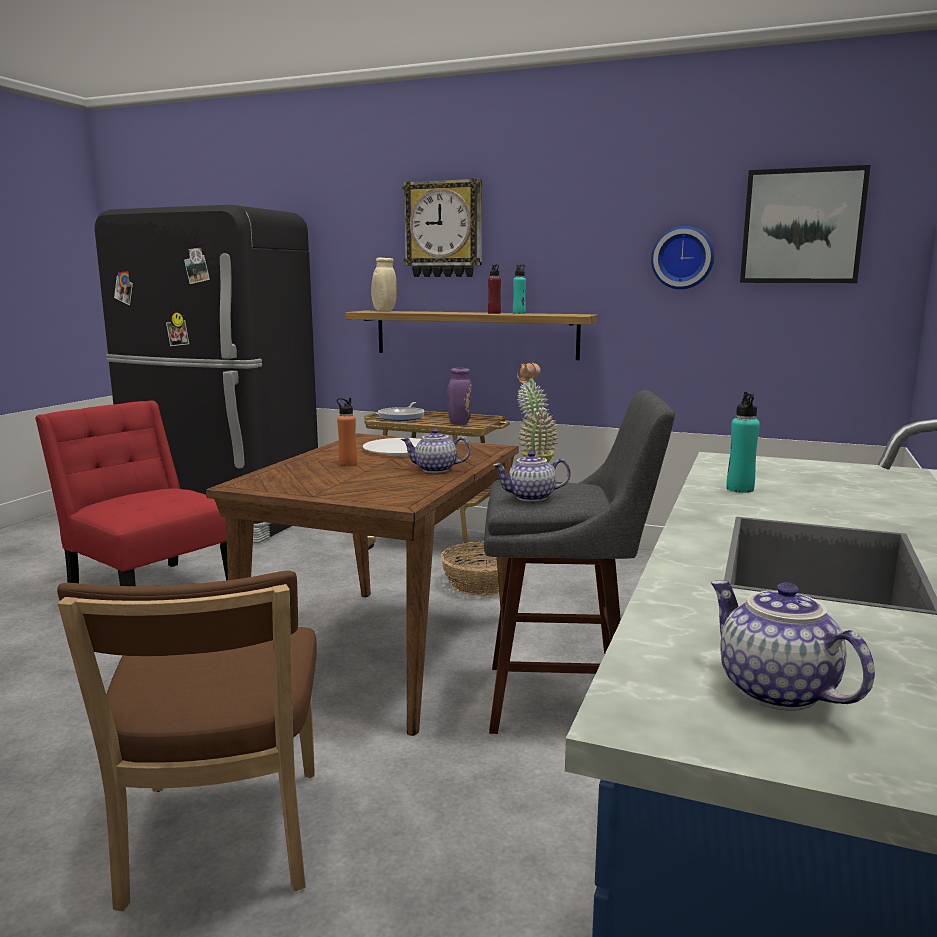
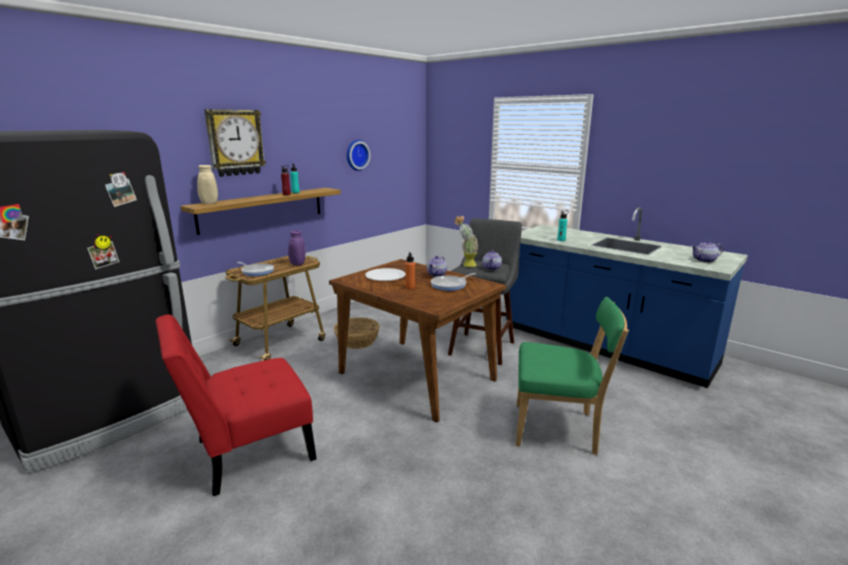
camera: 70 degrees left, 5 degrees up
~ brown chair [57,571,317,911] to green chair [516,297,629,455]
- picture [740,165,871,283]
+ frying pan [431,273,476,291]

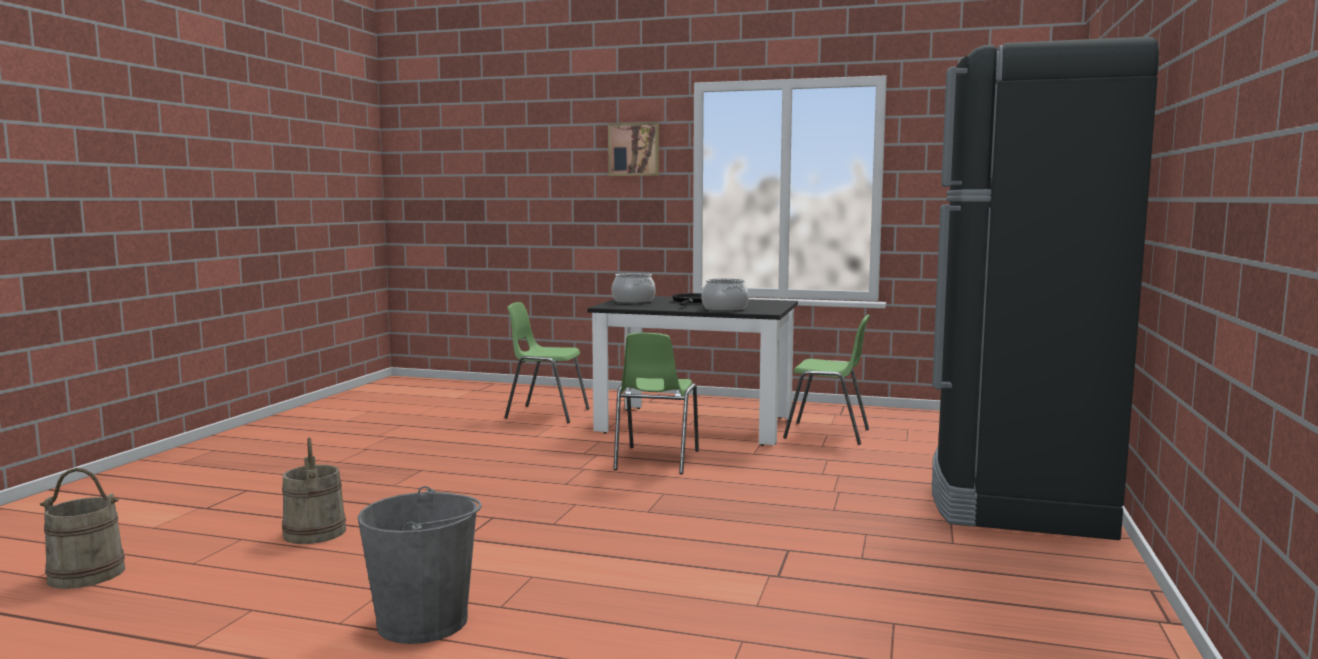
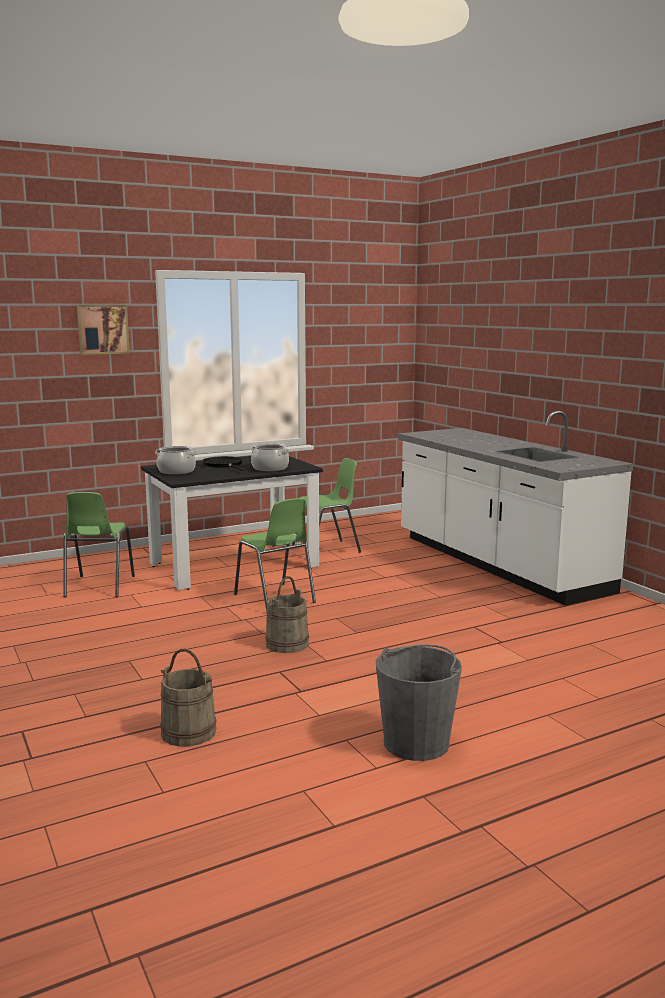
camera: 45 degrees left, 5 degrees up
~ beige bucket [40,468,125,589] to [265,576,309,653]
~ green chair [504,302,590,423] = [63,492,135,597] 60 degrees counterclockwise
~ black fridge [932,36,1159,540] to white counter [398,411,633,606]

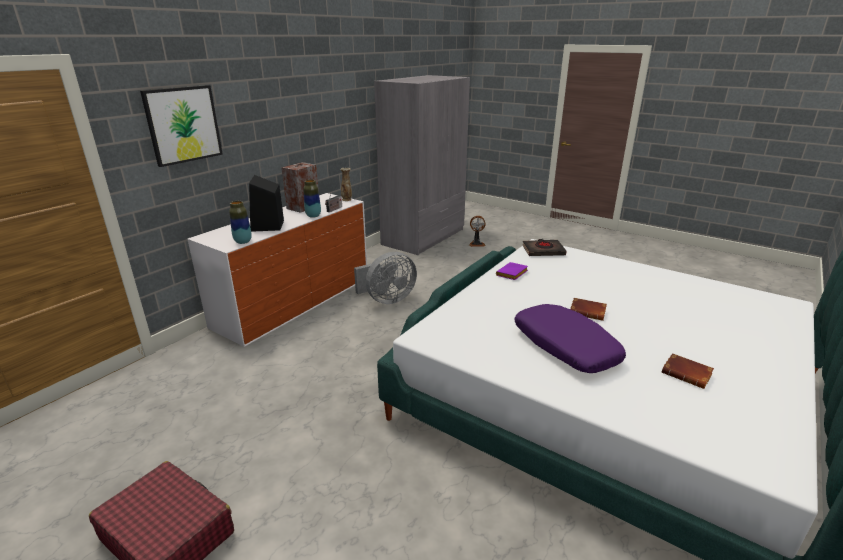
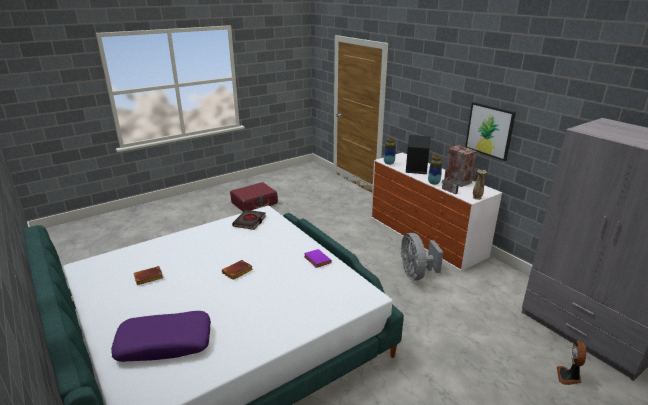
camera: 110 degrees right, 0 degrees up
~ picture [140,85,223,167] to [465,102,516,161]
~ purple pillow [515,304,626,373] to [111,311,211,362]
~ black book [523,239,566,256] to [232,210,266,230]

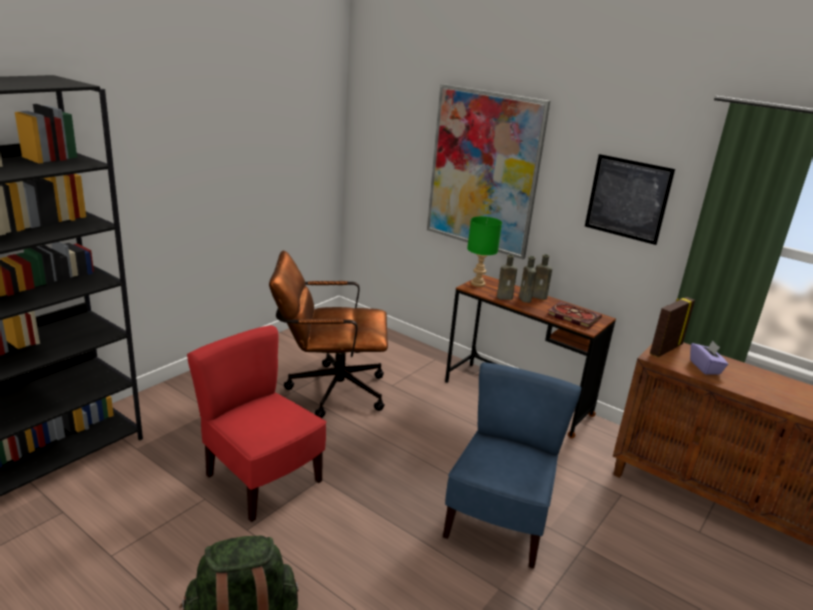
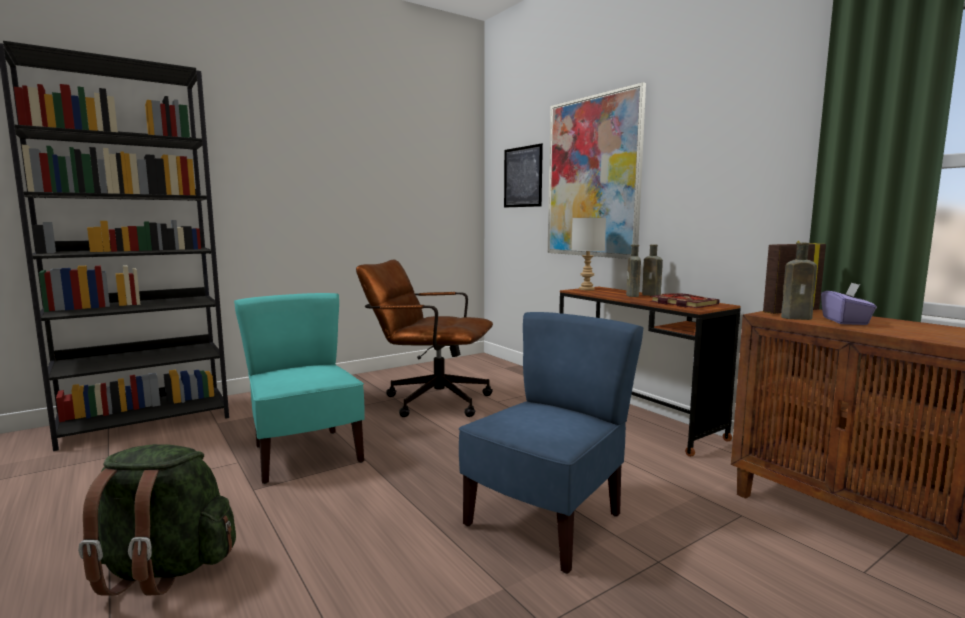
camera: 20 degrees right, 15 degrees down
~ red chair [187,325,327,522] to turquoise chair [234,293,365,484]
~ green table lamp [467,216,502,287] to grey table lamp [572,218,606,290]
~ brown bottle [497,254,517,300] to [781,242,817,320]
~ picture [585,154,675,245] to [504,143,543,208]

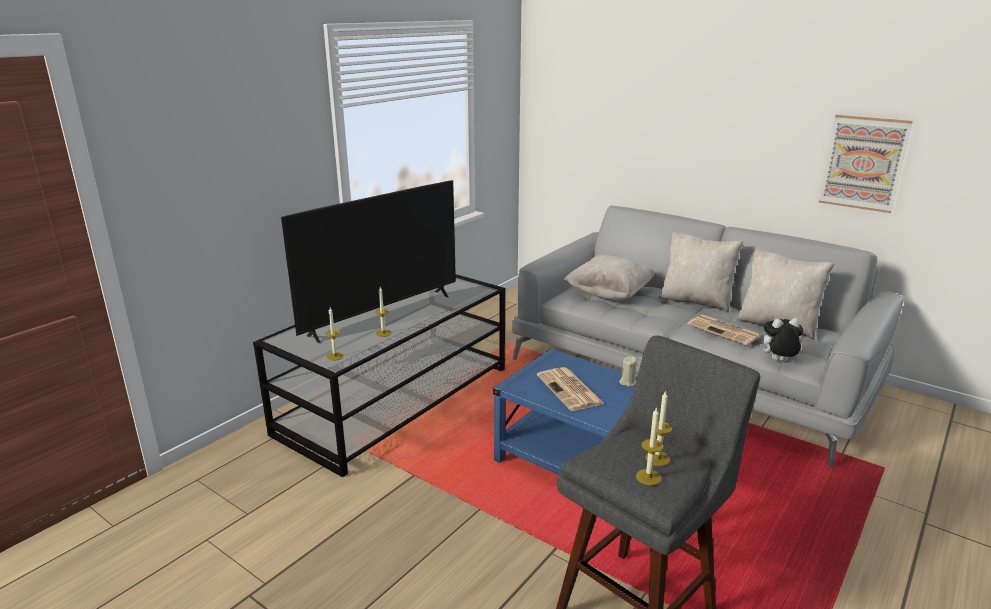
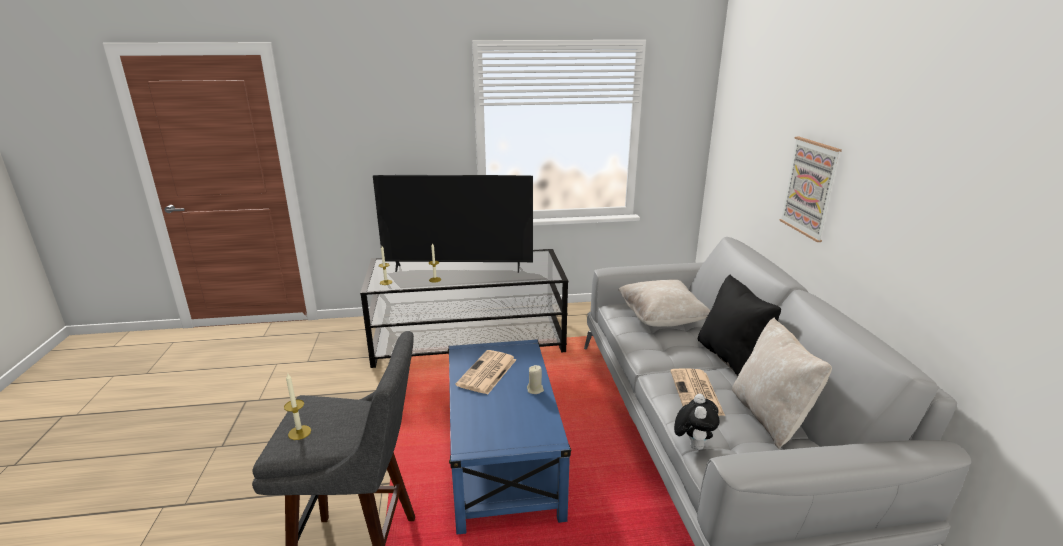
camera: 45 degrees right, 0 degrees up
- candle [646,390,672,466]
~ beige pillow [659,231,743,313] to black pillow [698,275,781,377]
~ plush toy [758,318,803,361] = [674,394,720,450] 60 degrees clockwise
~ picture [819,115,913,213] to [779,137,842,242]

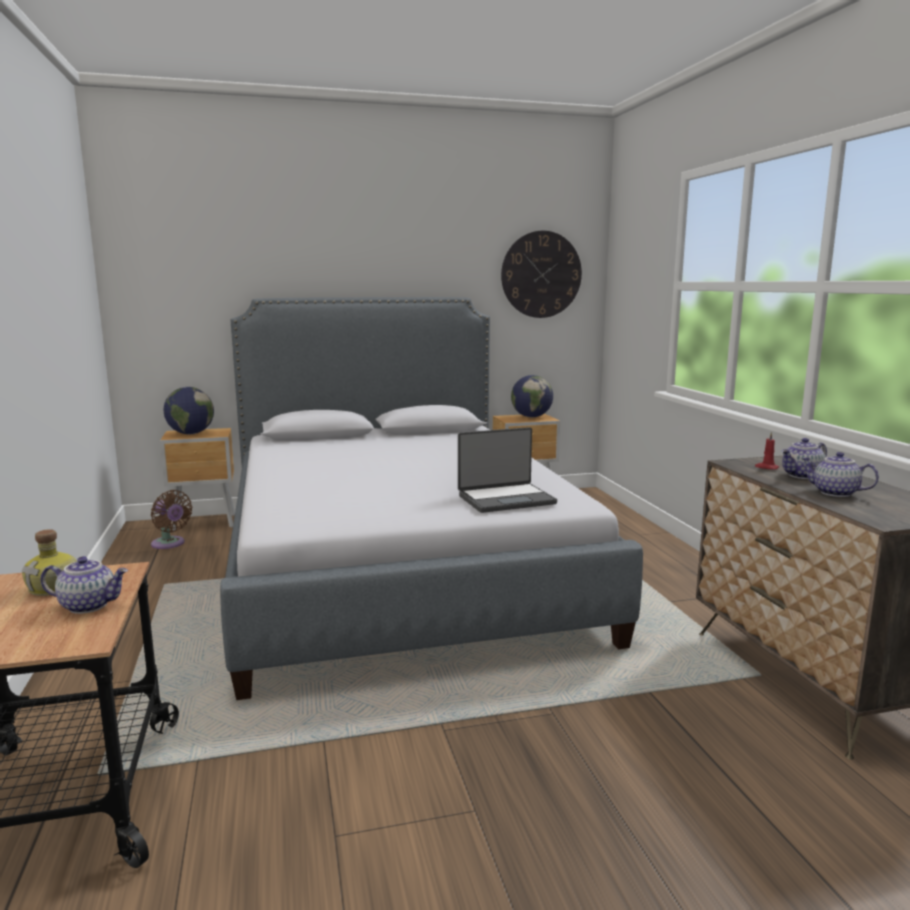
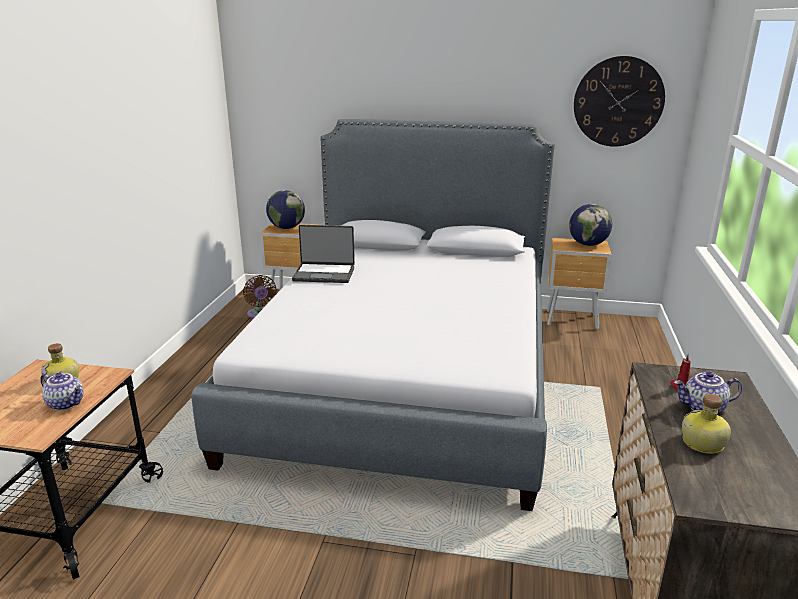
camera: 25 degrees right, 10 degrees up
~ laptop [458,427,557,513] to [292,225,355,283]
~ teapot [801,452,879,497] to bottle [682,394,731,454]

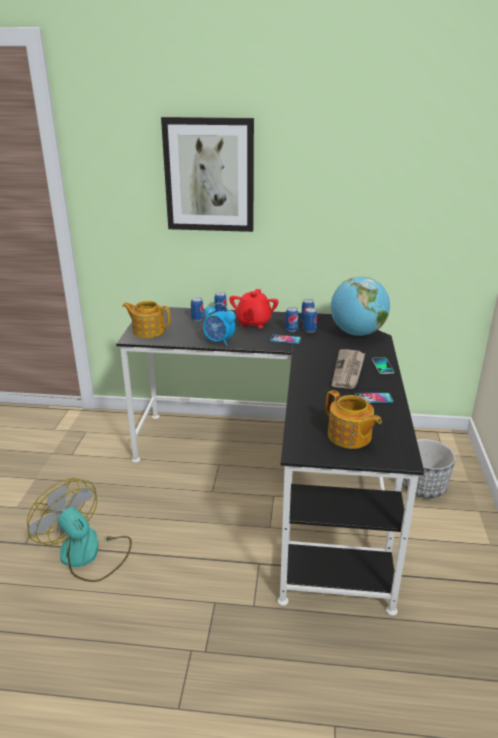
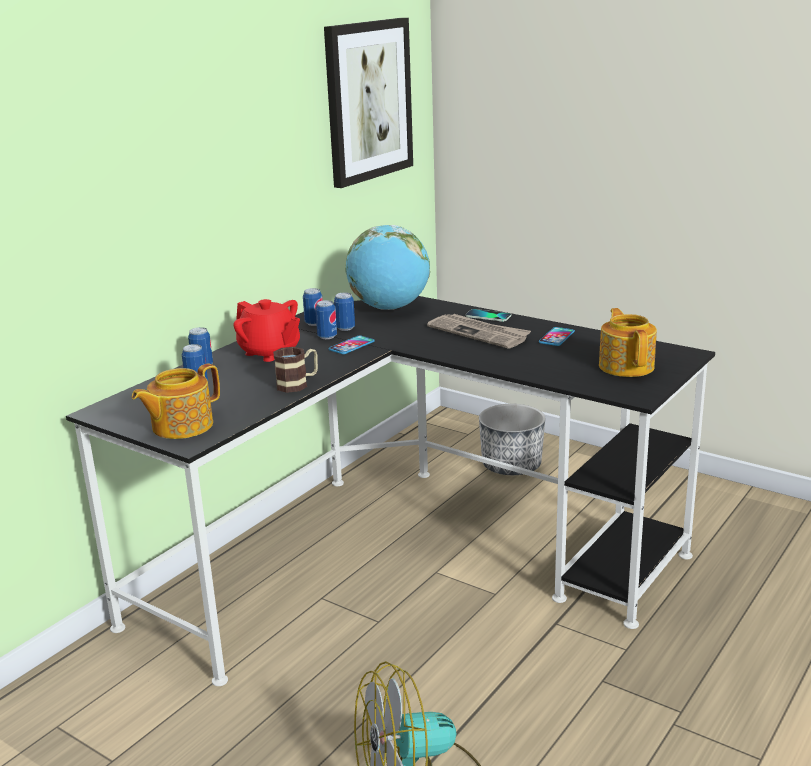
camera: 60 degrees left, 5 degrees down
~ picture [161,117,254,232] to [324,18,413,188]
~ alarm clock [203,303,236,346] to mug [273,347,318,393]
~ teapot [326,390,382,449] = [599,308,657,377] 90 degrees counterclockwise

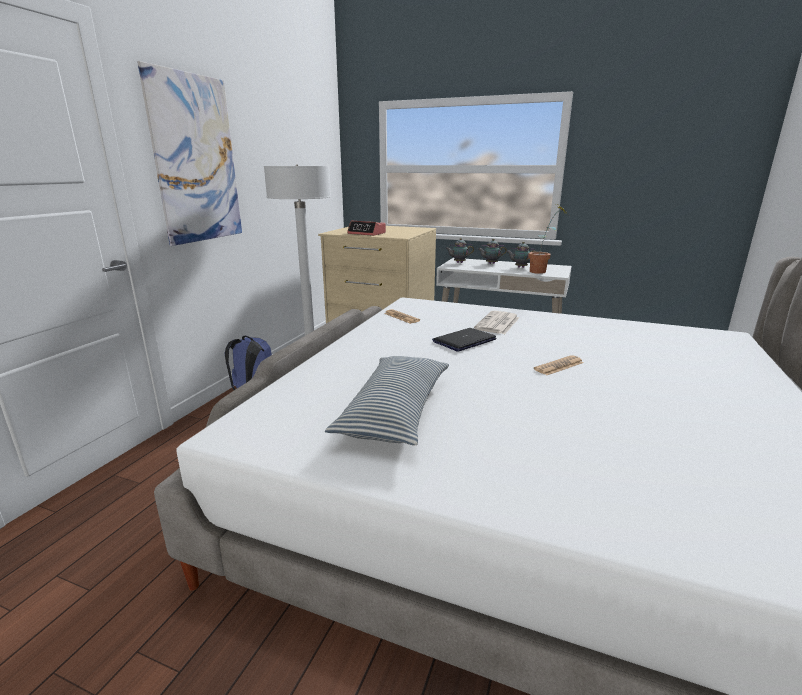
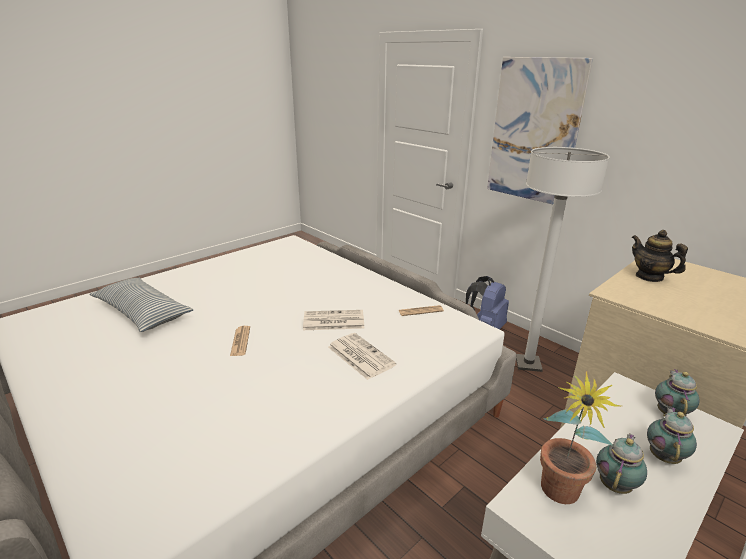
camera: 115 degrees right, 5 degrees up
~ pillow [325,356,449,446] to [89,278,194,332]
~ alarm clock [347,221,386,236] to teapot [632,230,688,282]
~ laptop [432,328,497,352] to newspaper [303,310,364,330]

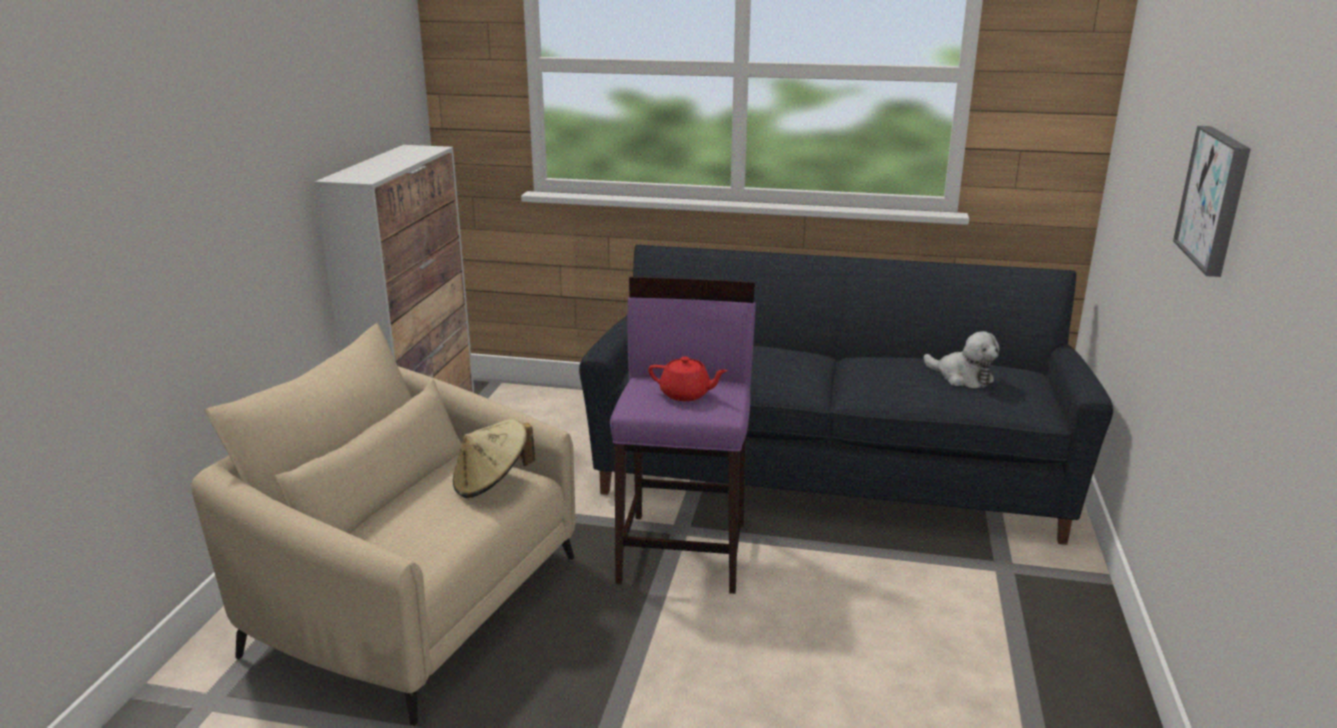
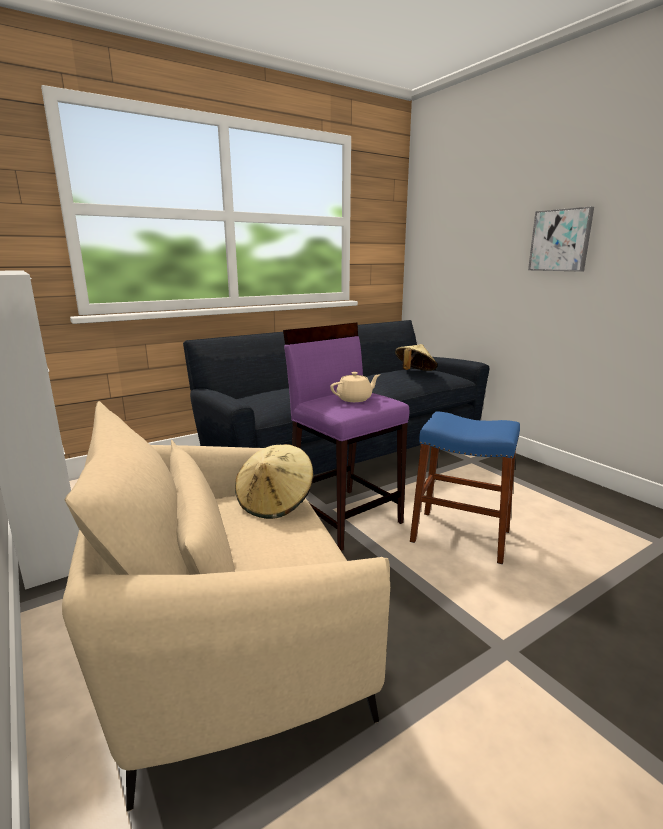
camera: 45 degrees left, 5 degrees down
~ red teapot [648,357,728,401] to beige teapot [330,372,380,402]
~ plush toy [924,331,1000,388] to beige hat [395,344,438,371]
+ blue stool [410,412,520,564]

